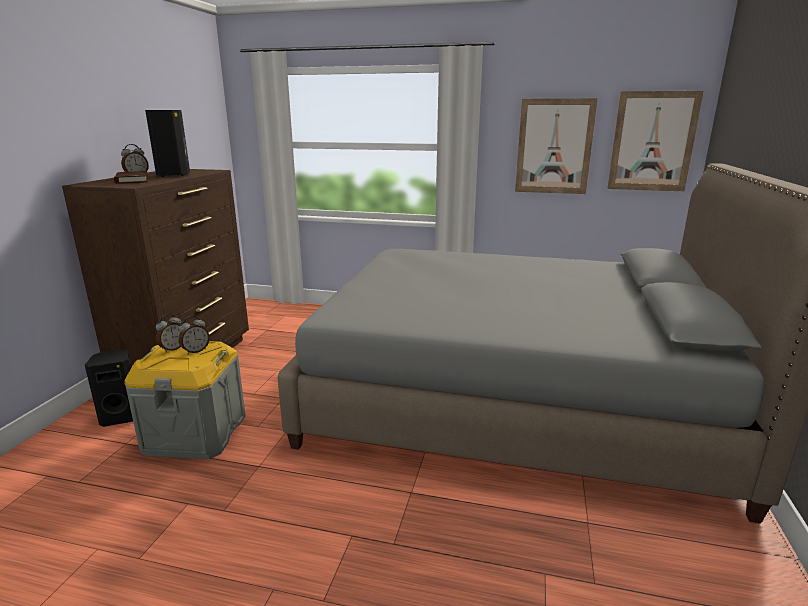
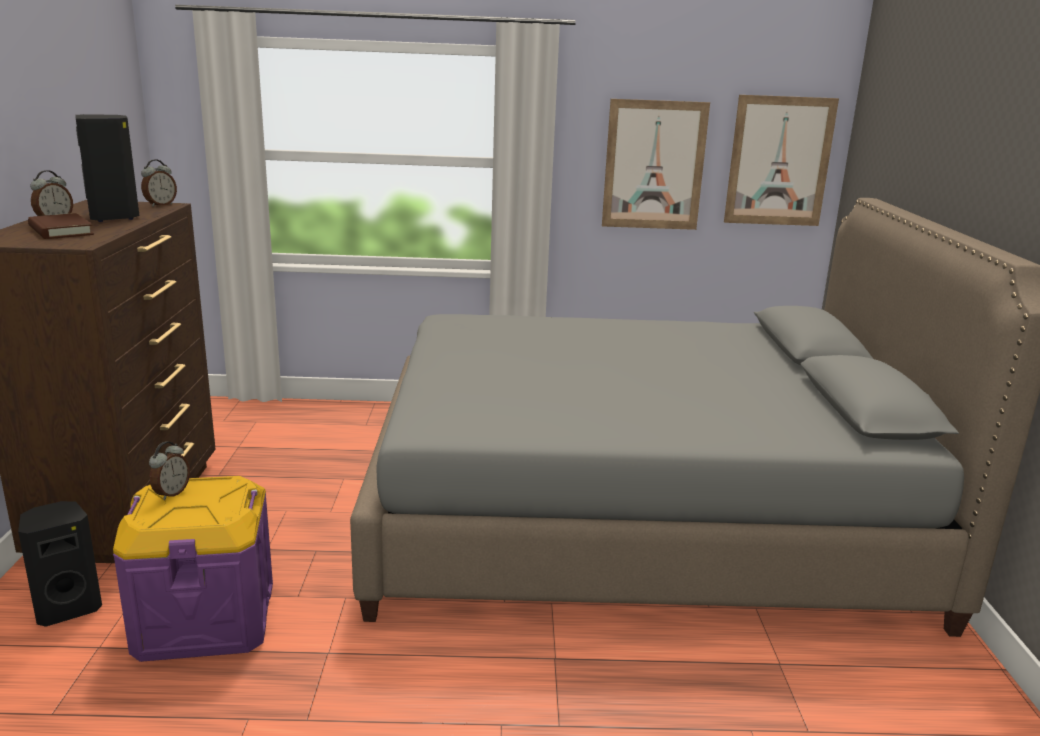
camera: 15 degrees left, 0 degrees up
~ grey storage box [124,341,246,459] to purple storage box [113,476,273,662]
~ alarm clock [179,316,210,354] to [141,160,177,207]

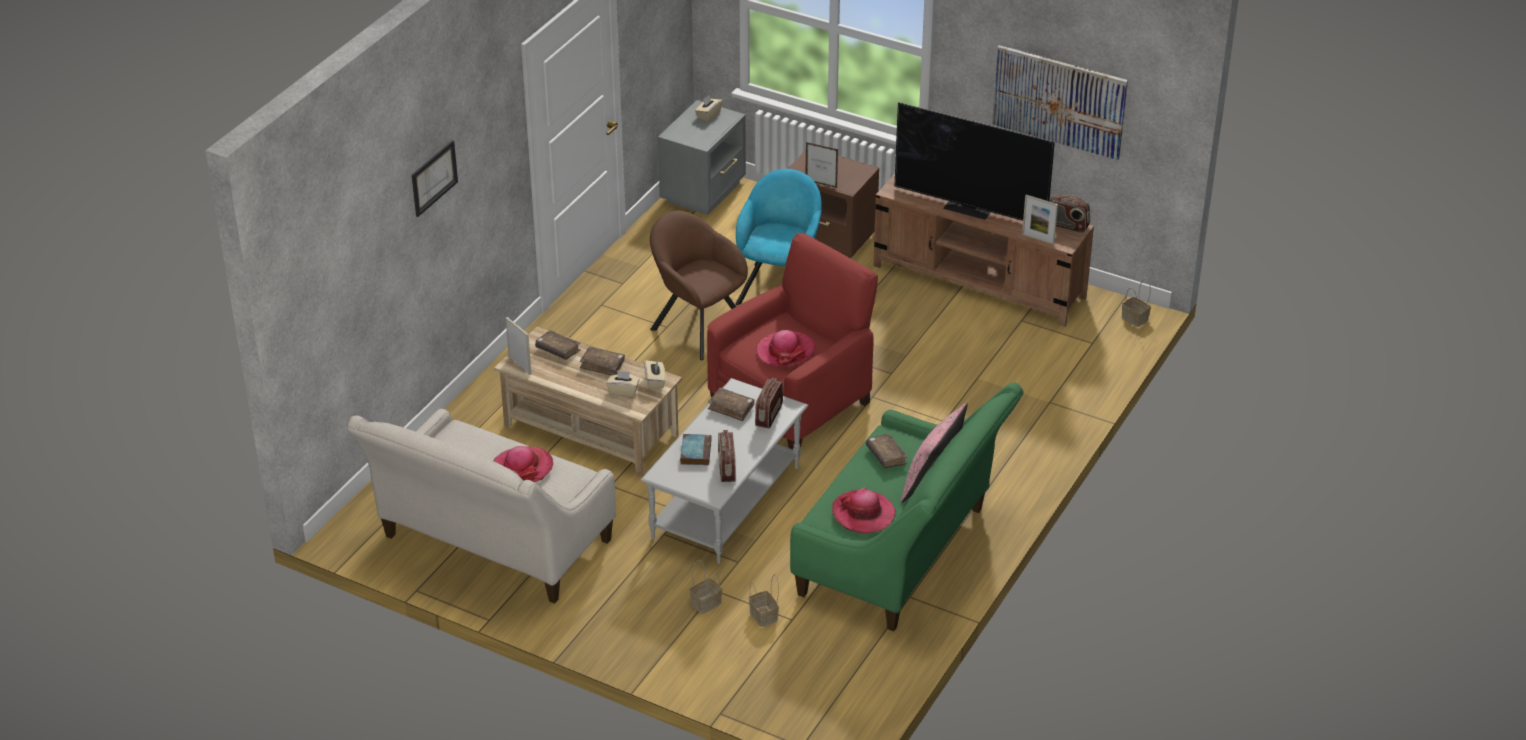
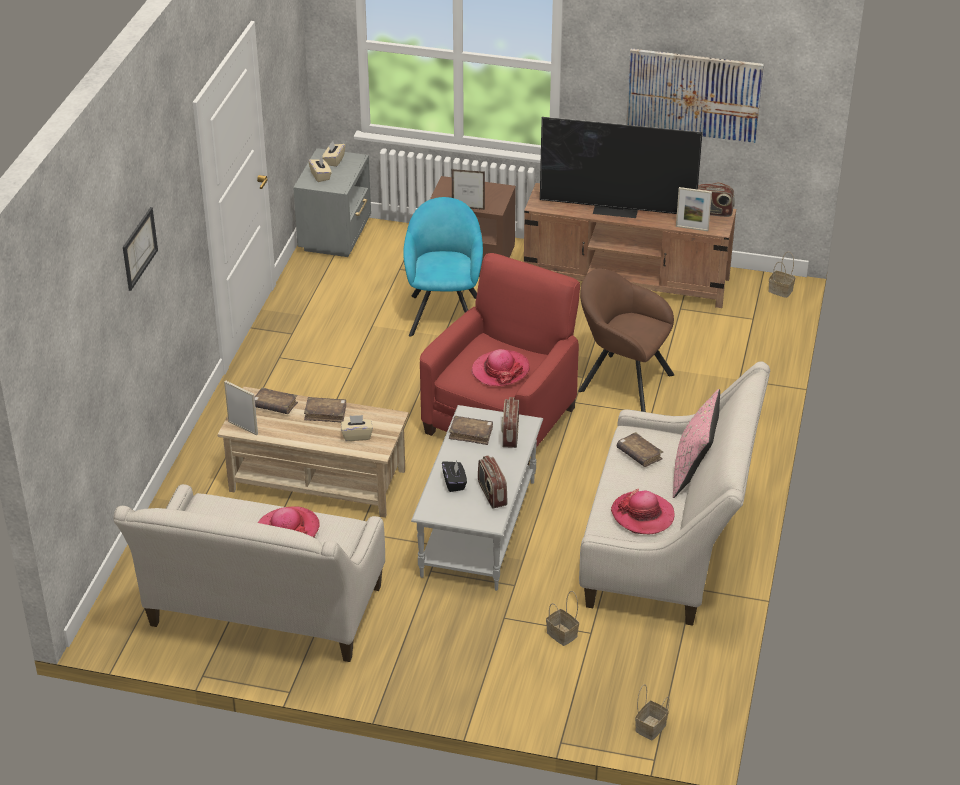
camera: 15 degrees left, 0 degrees up
~ beige tissue box [644,360,666,389] to [308,157,332,182]
~ brown armchair [650,211,748,360] to [578,269,675,412]
~ book [680,434,712,465] to black tissue box [442,460,467,492]
~ basket [689,560,722,614] to [635,684,669,740]
~ green sofa [790,382,1024,631] to beige sofa [579,361,770,626]

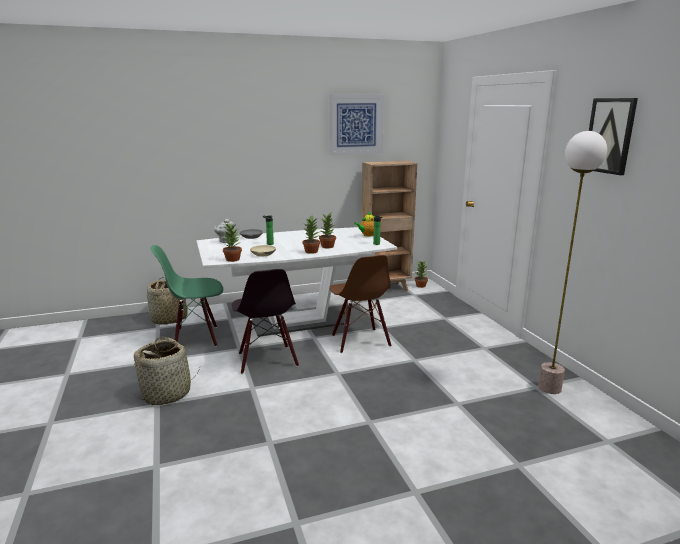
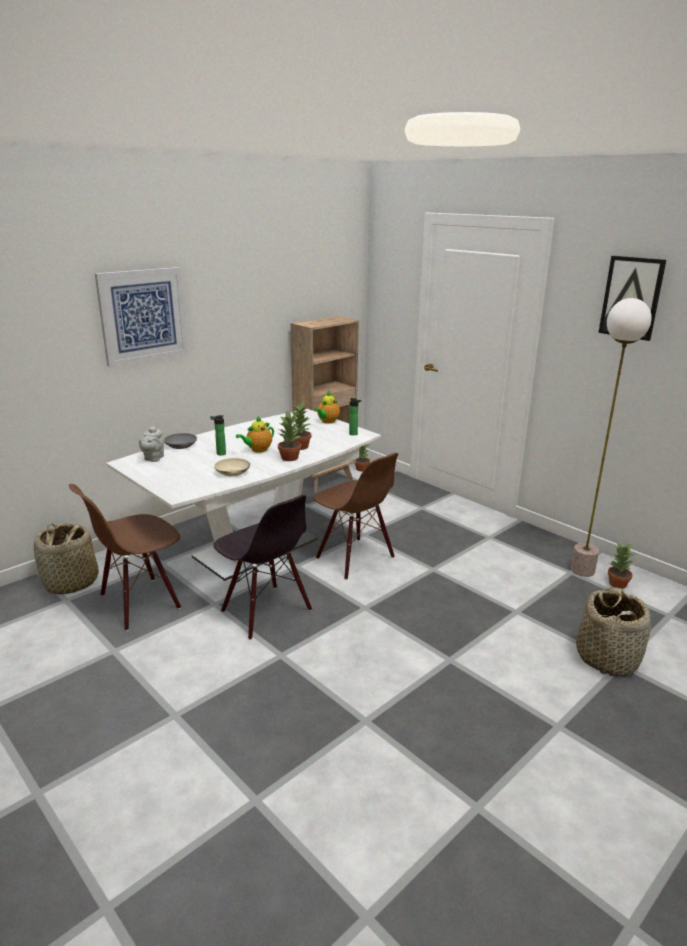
camera: 25 degrees left, 5 degrees up
~ basket [132,337,200,405] to [576,588,651,677]
~ green chair [150,245,223,347] to brown chair [69,484,181,631]
~ potted plant [223,223,242,262] to [608,543,636,589]
~ picture [328,94,384,155] to [95,267,188,367]
+ teapot [236,416,274,453]

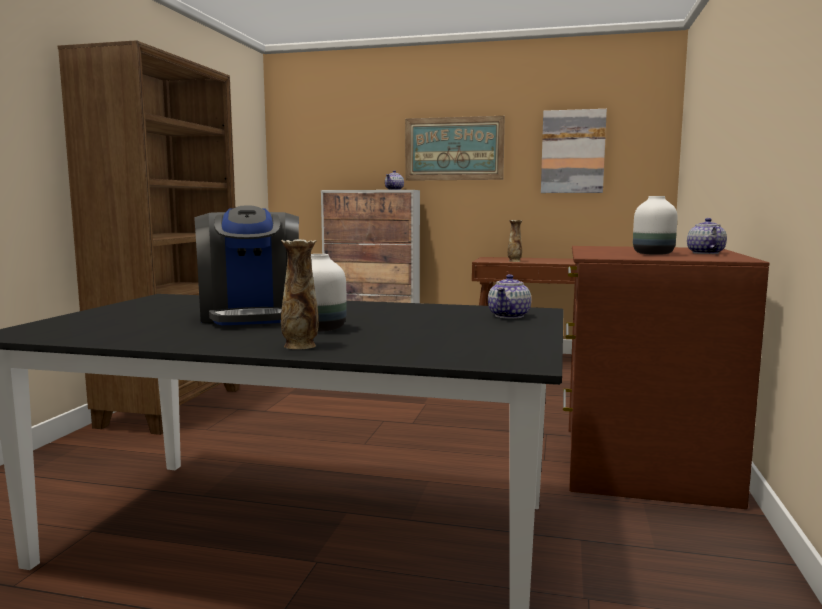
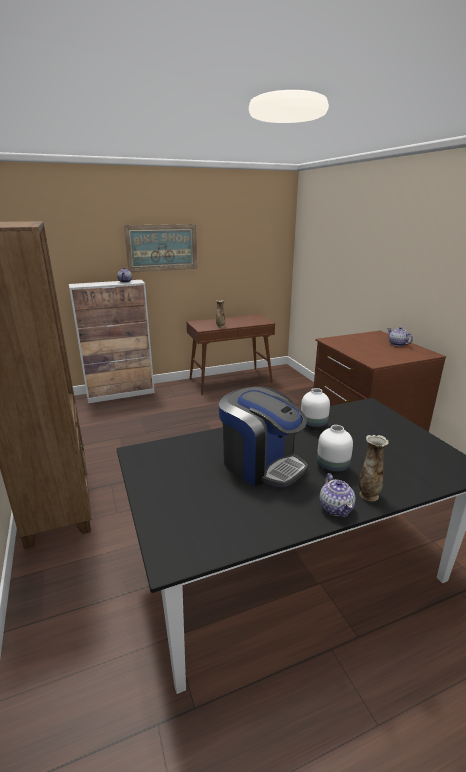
camera: 35 degrees left, 15 degrees up
~ teapot [488,274,531,319] to [320,473,355,518]
- picture [541,109,607,193]
~ white vase [633,196,677,255] to [301,388,330,430]

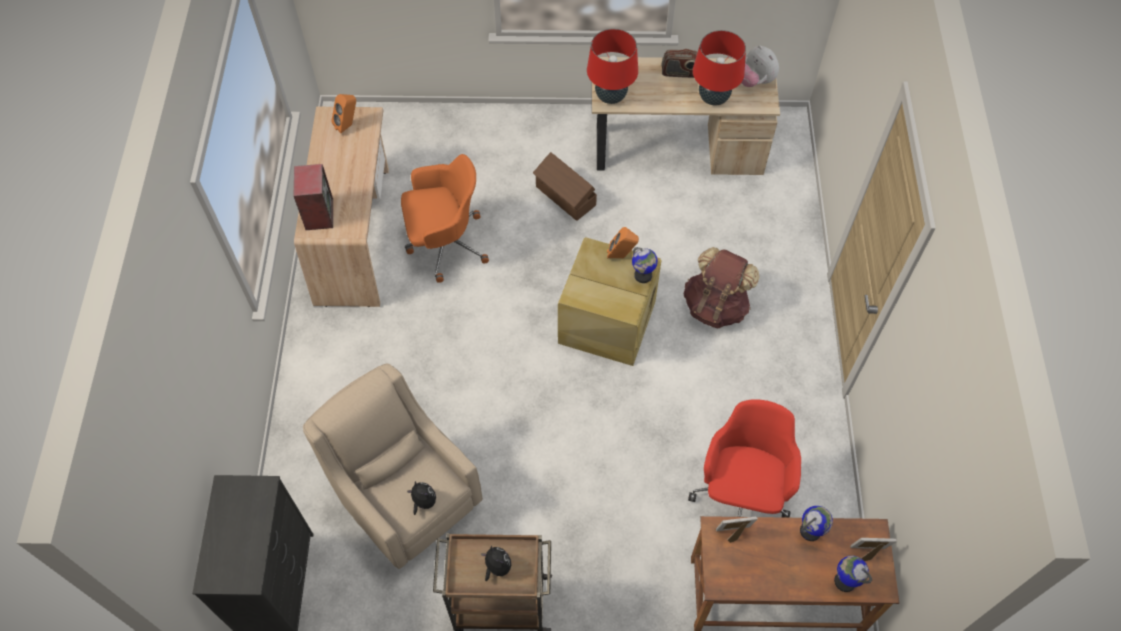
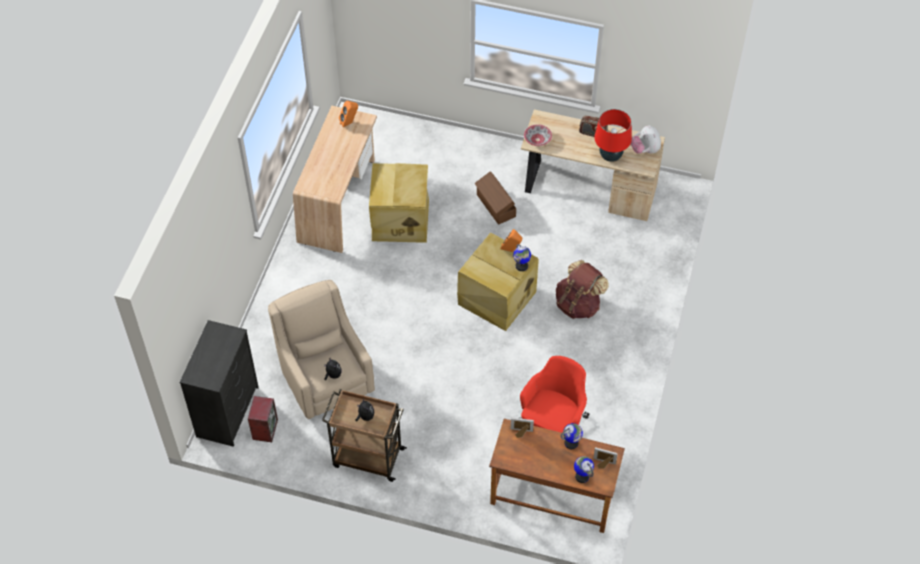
camera: 15 degrees right, 5 degrees down
~ speaker [294,164,333,230] to [248,396,278,442]
~ orange office chair [401,154,489,283] to beige storage box [369,163,429,243]
~ red table lamp [587,29,638,104] to bowl [524,124,552,146]

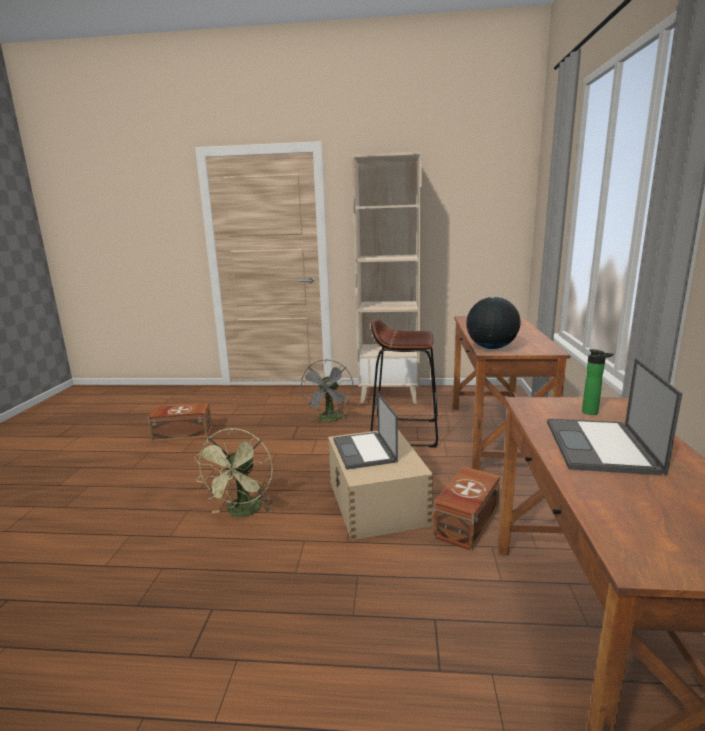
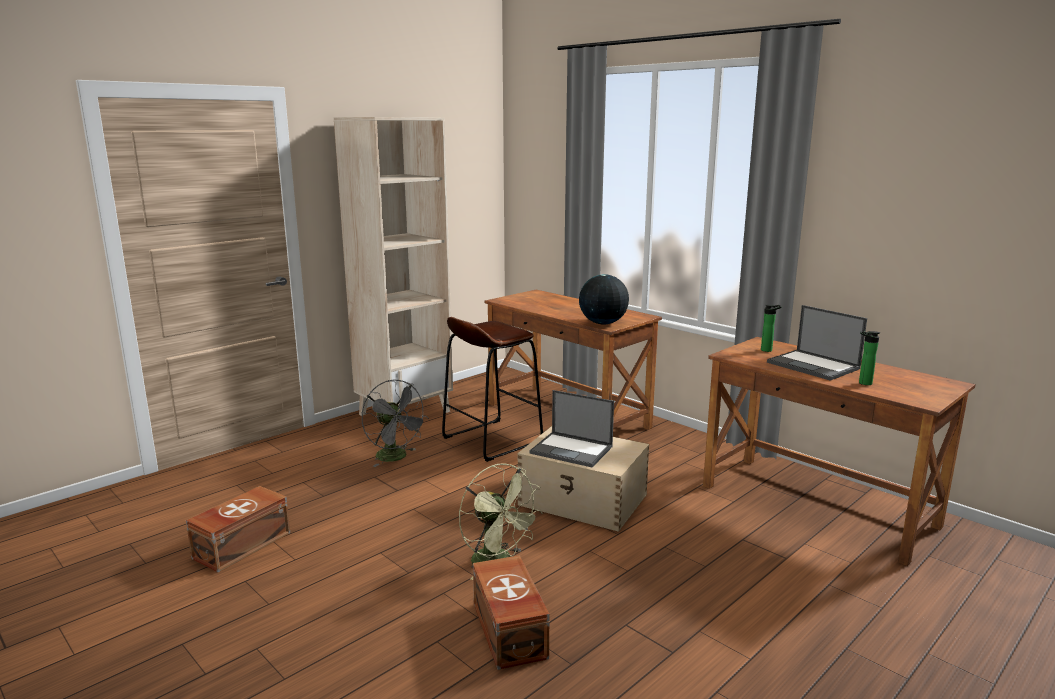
camera: 50 degrees left, 0 degrees up
~ brown storage box [433,467,500,551] to [473,555,550,670]
+ bottle [859,331,880,385]

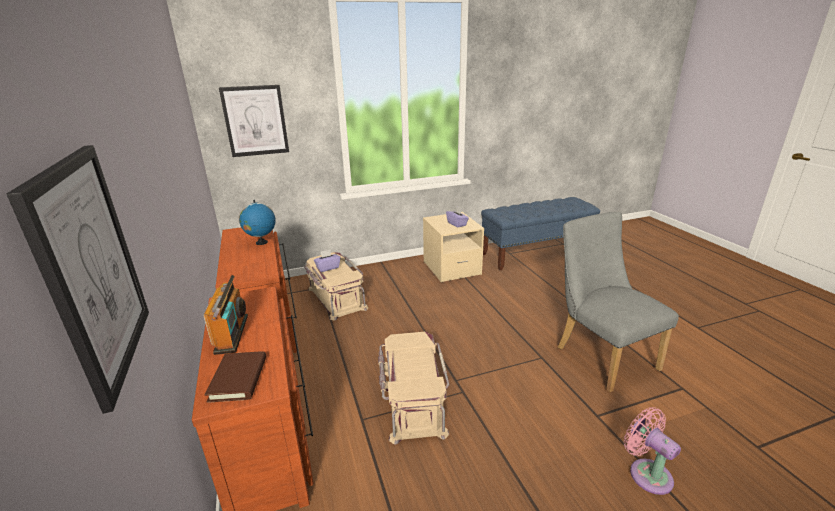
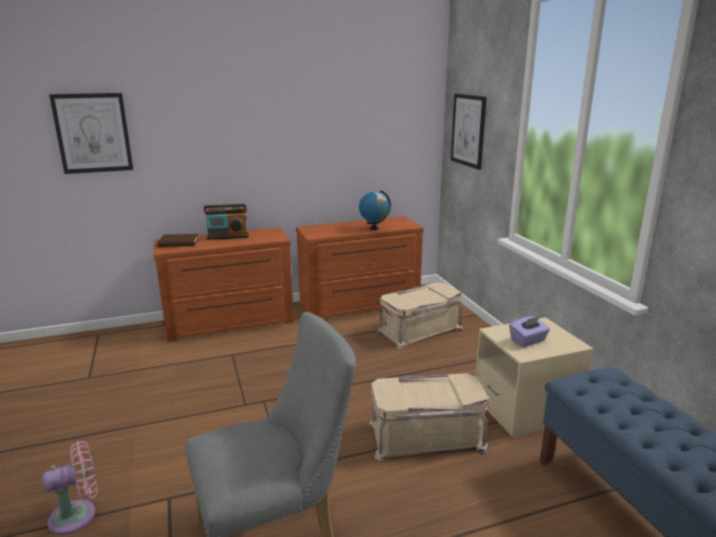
camera: 90 degrees right, 5 degrees down
- purple tissue box [314,250,341,272]
~ beige storage box [378,332,449,445] to [368,373,490,461]

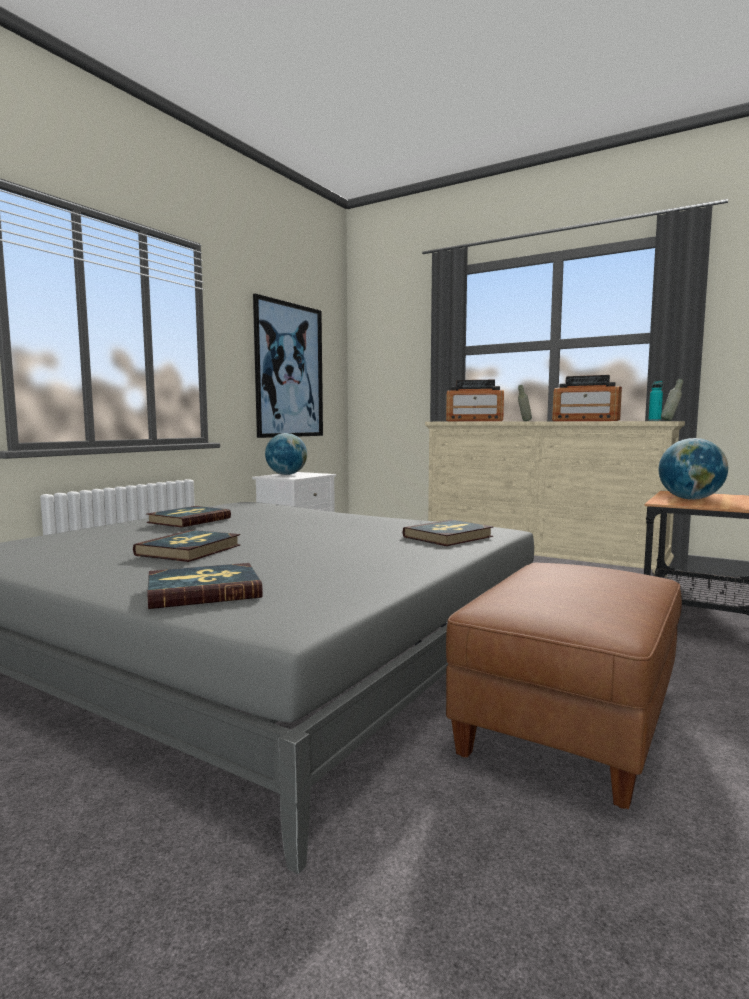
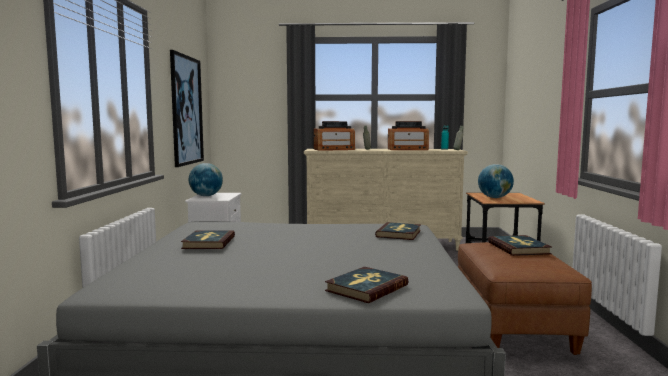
camera: 30 degrees left, 0 degrees up
~ book [133,530,241,562] to [488,235,552,256]

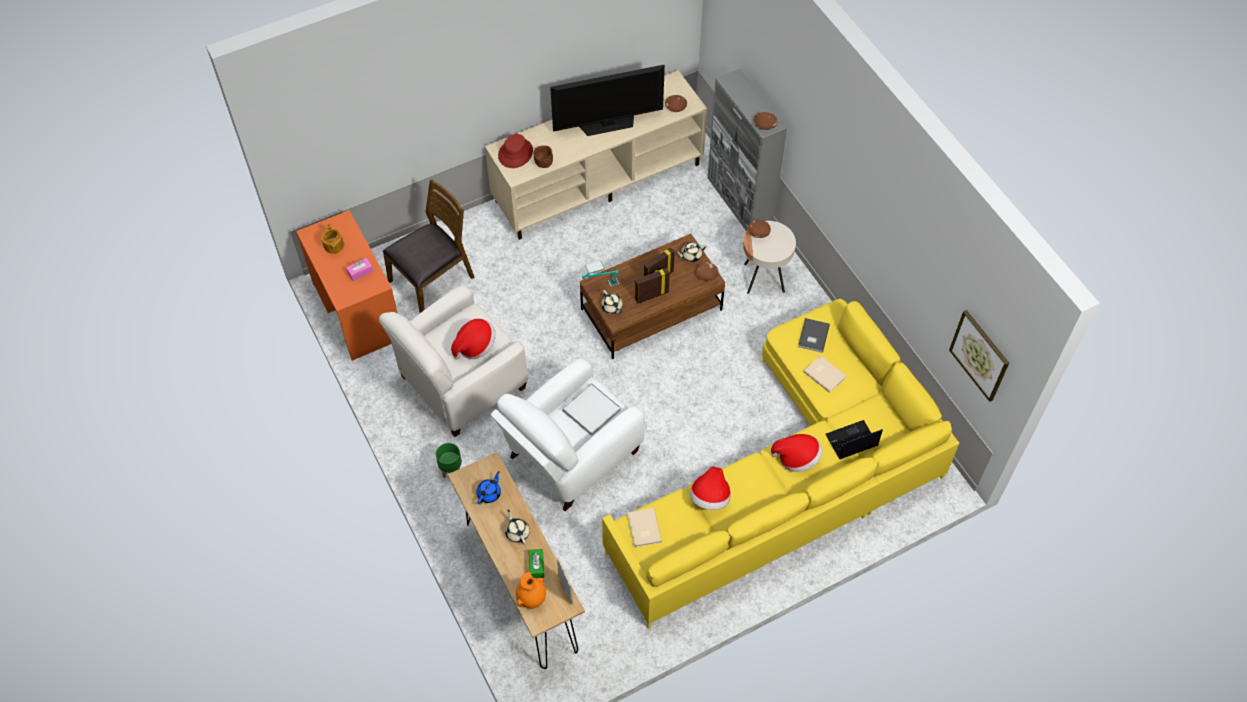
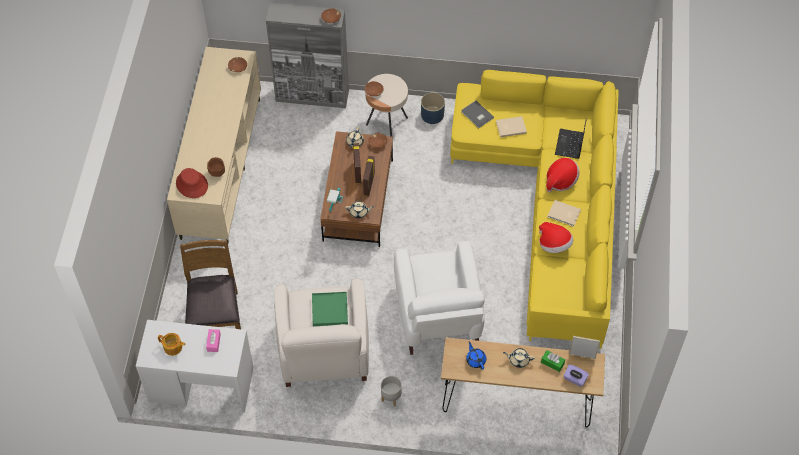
camera: 55 degrees left, 0 degrees up
~ orange desk [296,210,398,361] to white desk [136,320,254,413]
~ green planter [436,443,462,478] to grey planter [381,376,402,406]
~ hat [451,318,496,359] to green tray [312,292,348,326]
~ orange vase [516,572,546,609] to purple tissue box [564,364,589,387]
- television [550,65,665,136]
- white tray [562,383,621,436]
~ beige book [628,508,662,547] to [548,200,581,227]
- picture [949,310,1009,402]
+ blue planter [421,92,445,124]

